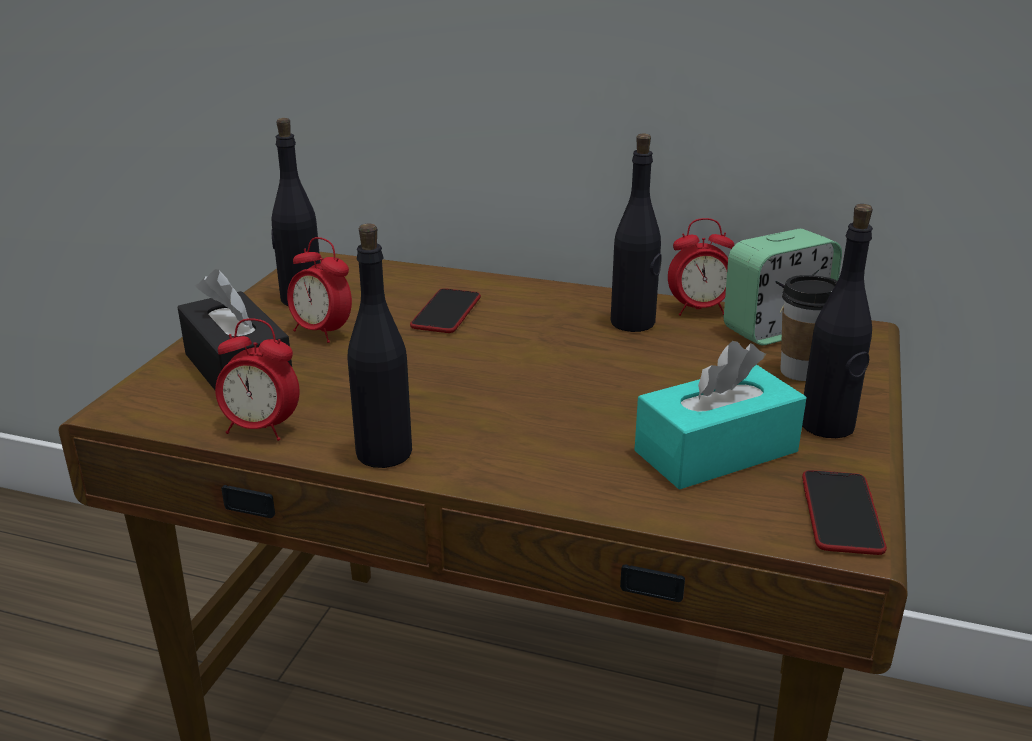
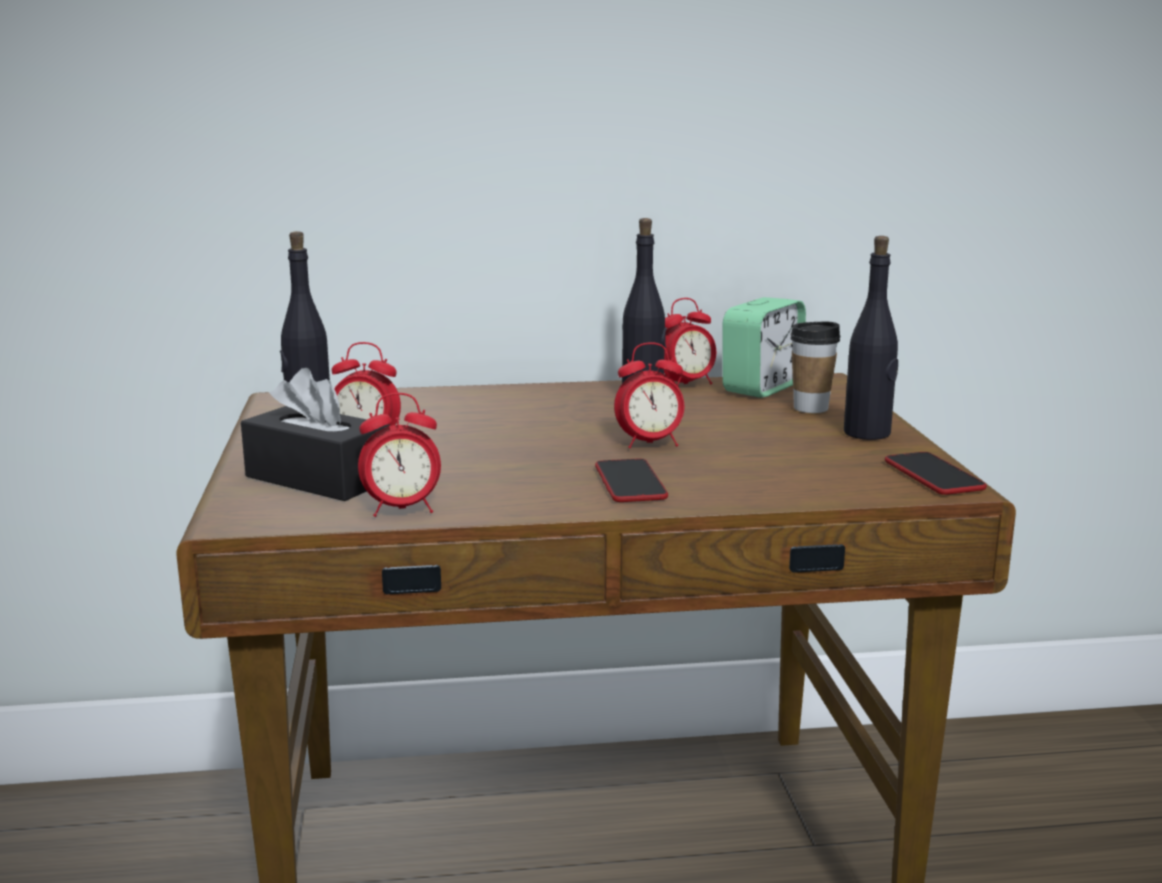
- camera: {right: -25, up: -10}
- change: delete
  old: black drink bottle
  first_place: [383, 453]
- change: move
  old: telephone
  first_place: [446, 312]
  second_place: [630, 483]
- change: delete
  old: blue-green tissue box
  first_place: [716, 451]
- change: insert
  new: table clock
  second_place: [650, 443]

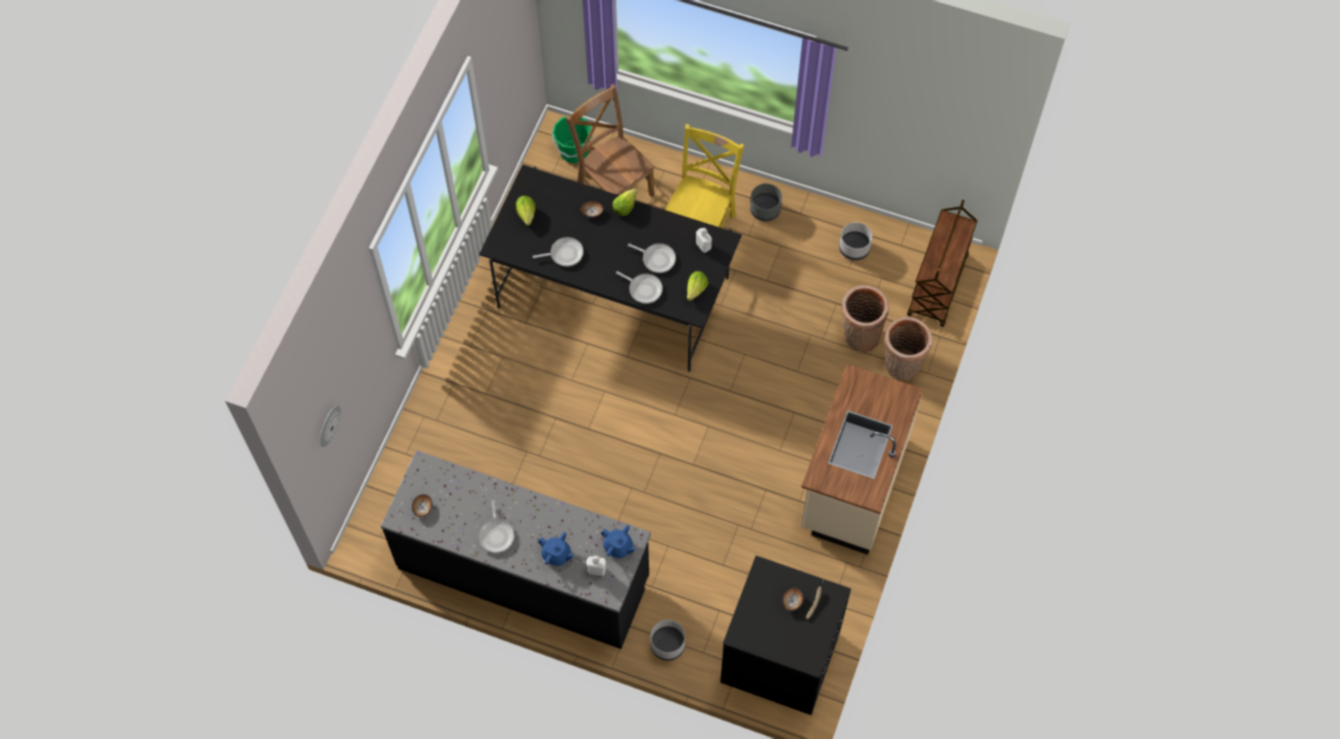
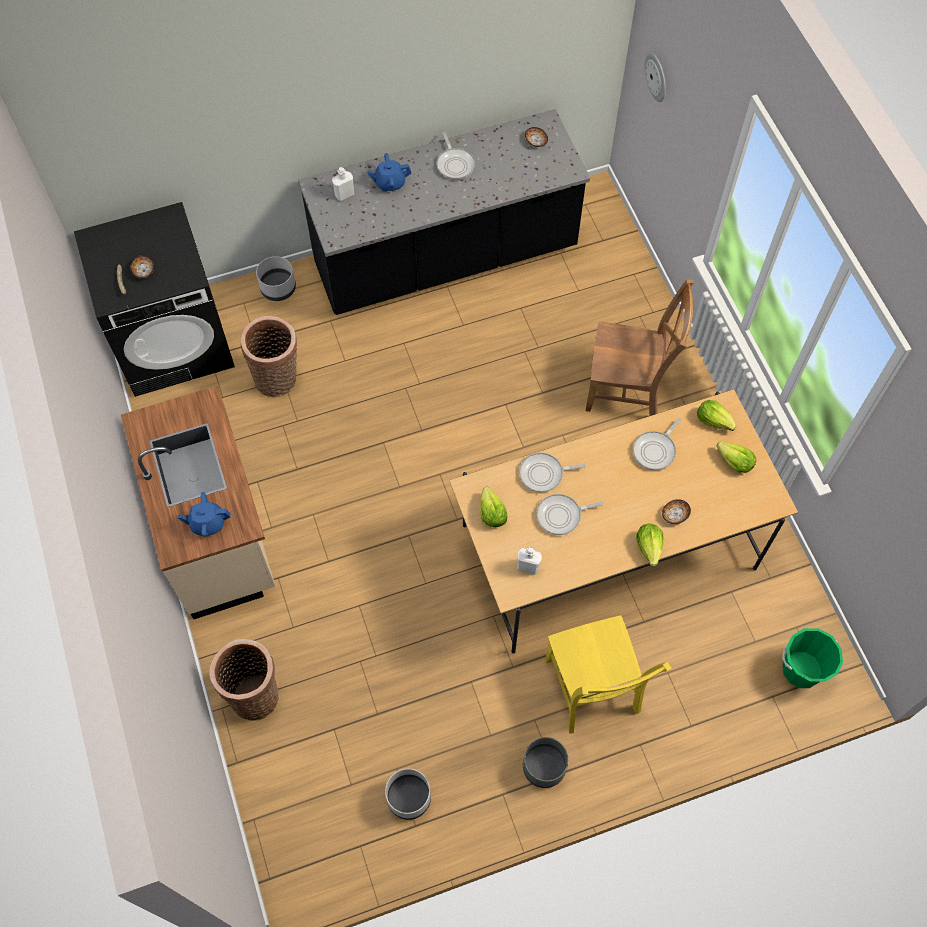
- camera: {right: 140, up: 0}
- change: move
  old: brown chair
  first_place: [613, 188]
  second_place: [628, 389]
- change: recolor
  old: black kitchen table
  new: beige kitchen table
  first_place: [613, 292]
  second_place: [608, 546]
- change: delete
  old: brown trolley
  first_place: [938, 286]
- change: move
  old: household basket
  first_place: [859, 335]
  second_place: [278, 378]
- change: rotate
  old: skillet
  first_place: [496, 534]
  second_place: [455, 164]
  degrees: -150
- change: move
  old: blue-coloured teapot
  first_place: [618, 547]
  second_place: [207, 523]
- change: insert
  new: lettuce
  second_place: [714, 420]

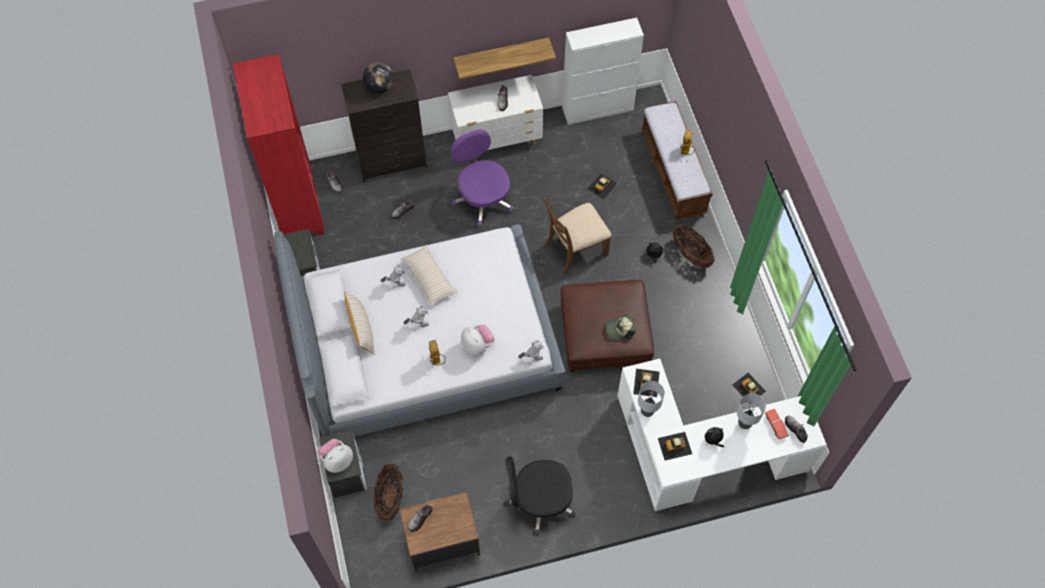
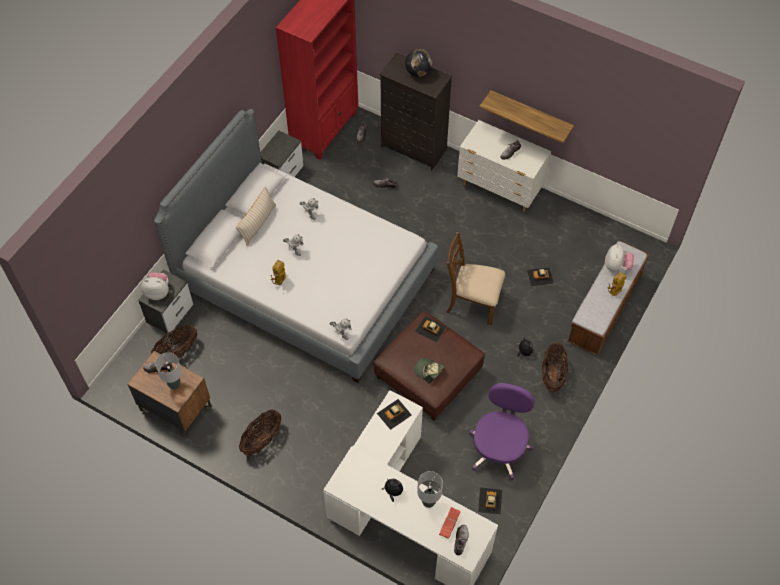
- camera: {right: 45, up: -5}
- change: delete
  old: white-coloured cabinet
  first_place: [598, 109]
- change: move
  old: purple-coloured desk chair
  first_place: [483, 198]
  second_place: [499, 448]
- change: delete
  old: beige cushion
  first_place: [429, 278]
- change: move
  old: soft toy
  first_place: [477, 345]
  second_place: [616, 266]
- change: move
  old: grey lamp for a table
  first_place: [647, 411]
  second_place: [174, 384]
- change: move
  old: model car
  first_place: [675, 446]
  second_place: [431, 329]
- change: replace
  old: black desk chair
  new: household basket
  first_place: [538, 501]
  second_place: [262, 439]

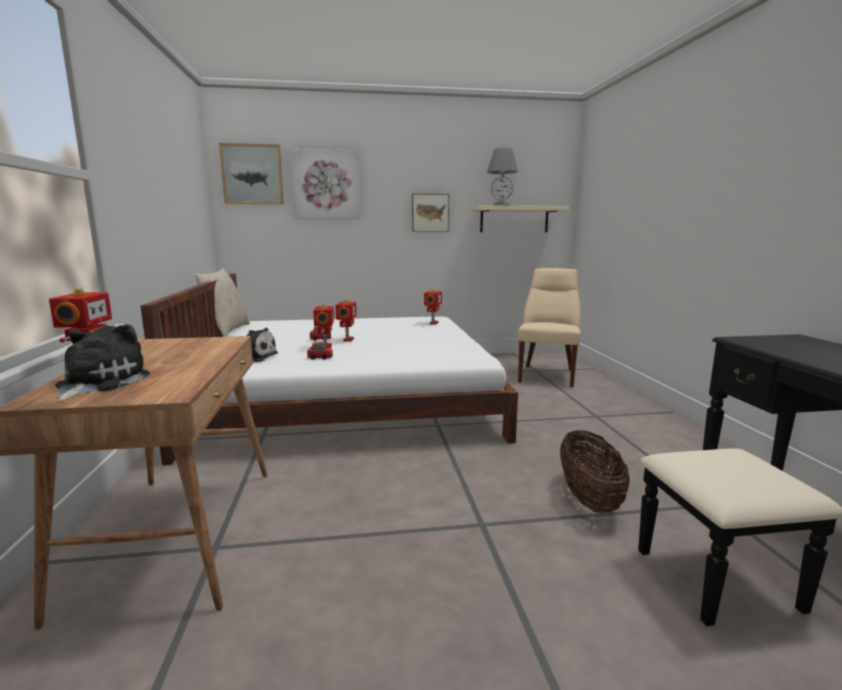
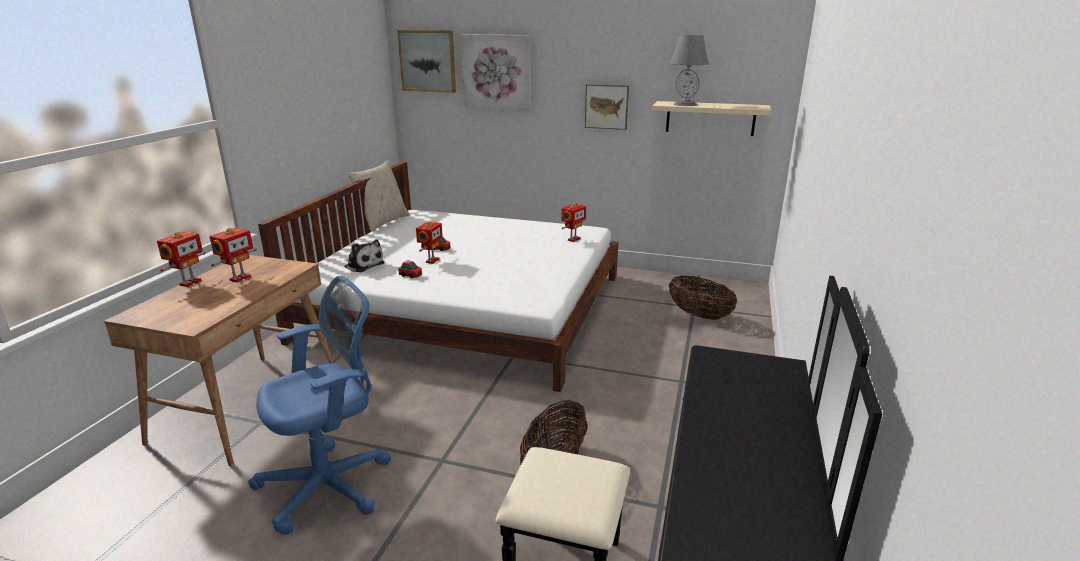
- camera: {right: 25, up: 10}
- change: replace
  old: beige chair
  new: household basket
  first_place: [547, 375]
  second_place: [699, 315]
- change: move
  old: robot figure
  first_place: [347, 339]
  second_place: [239, 278]
- change: delete
  old: soft toy
  first_place: [99, 383]
- change: insert
  new: blue-coloured desk chair
  second_place: [331, 485]

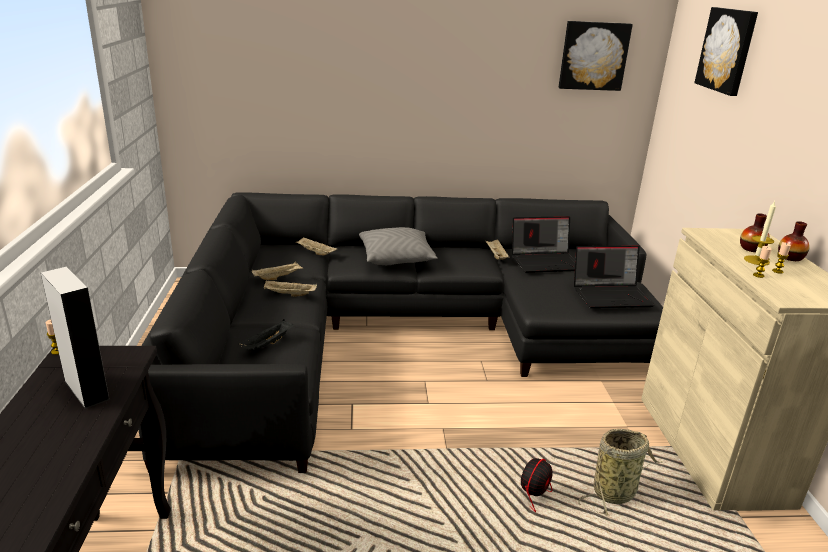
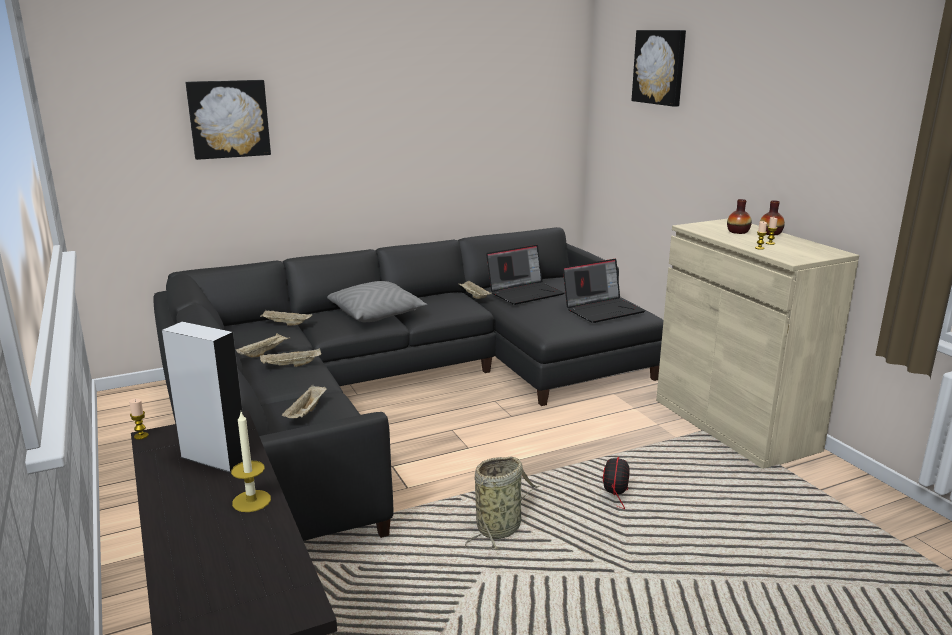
- camera: {right: -20, up: -5}
- change: move
  old: wall picture
  first_place: [593, 56]
  second_place: [228, 119]
- change: move
  old: wax candle
  first_place: [756, 260]
  second_place: [251, 501]
- change: recolor
  old: black tray
  new: beige tray
  first_place: [267, 344]
  second_place: [306, 413]
- change: move
  old: household basket
  first_place: [615, 492]
  second_place: [500, 527]

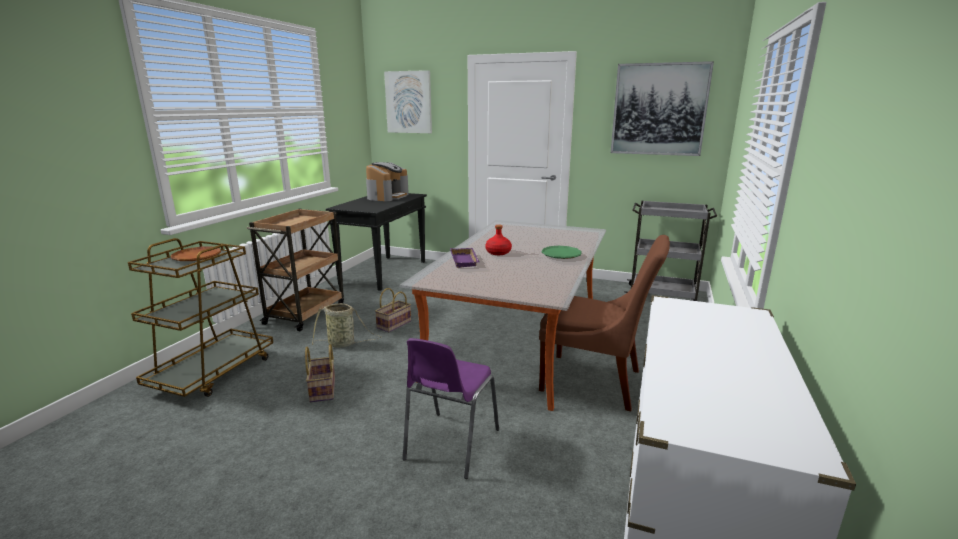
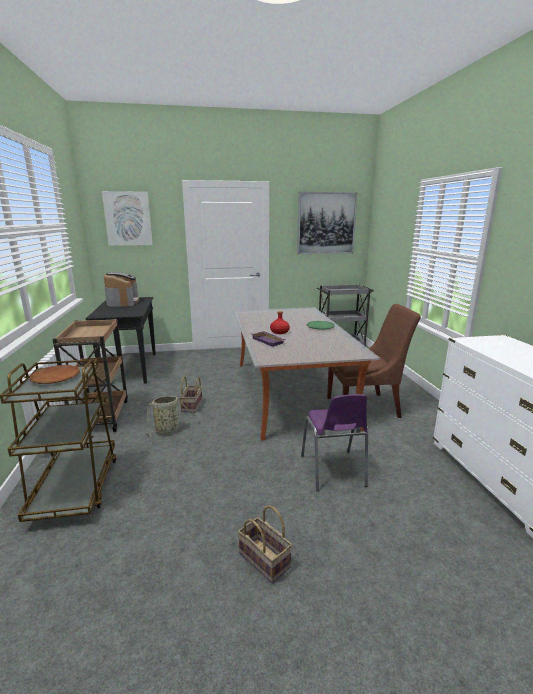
- camera: {right: -30, up: 0}
- change: move
  old: household basket
  first_place: [323, 390]
  second_place: [266, 560]

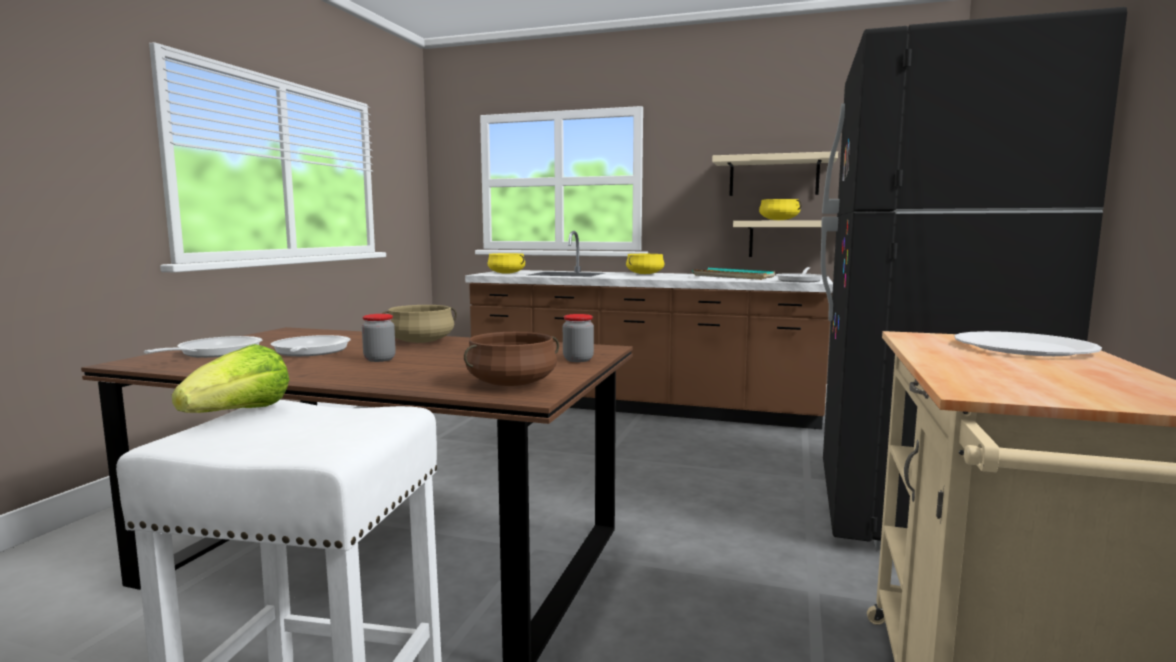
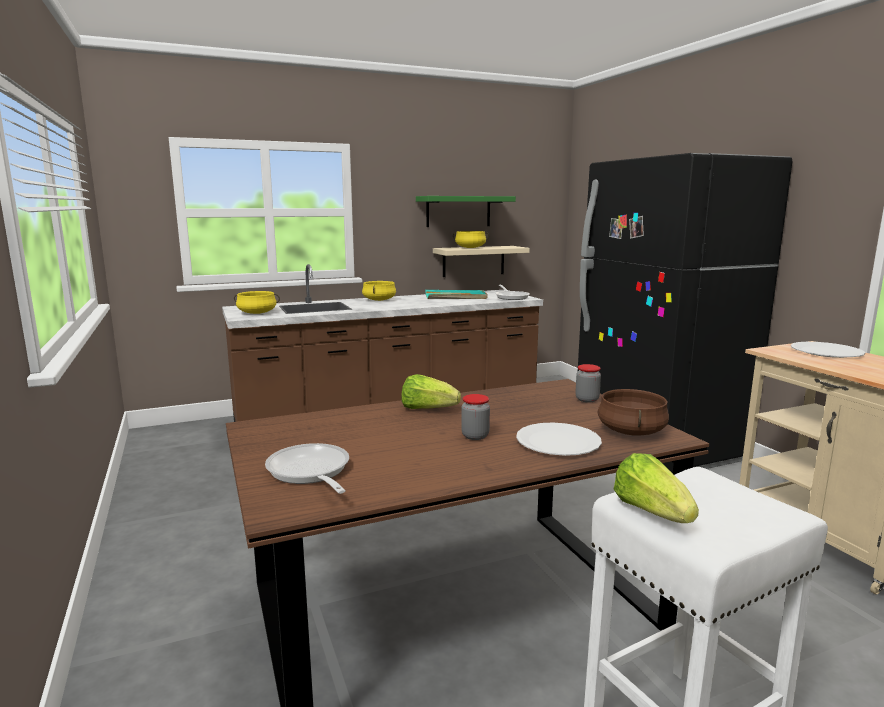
- camera: {right: -40, up: 5}
- change: recolor
  old: beige bracket shelf
  new: greenish bracket shelf
  first_place: [773, 176]
  second_place: [458, 211]
- change: replace
  old: beige stockpot
  new: lettuce
  first_place: [421, 341]
  second_place: [427, 409]
- change: delete
  old: skillet
  first_place: [309, 352]
- change: insert
  new: white-coloured plate
  second_place: [558, 442]

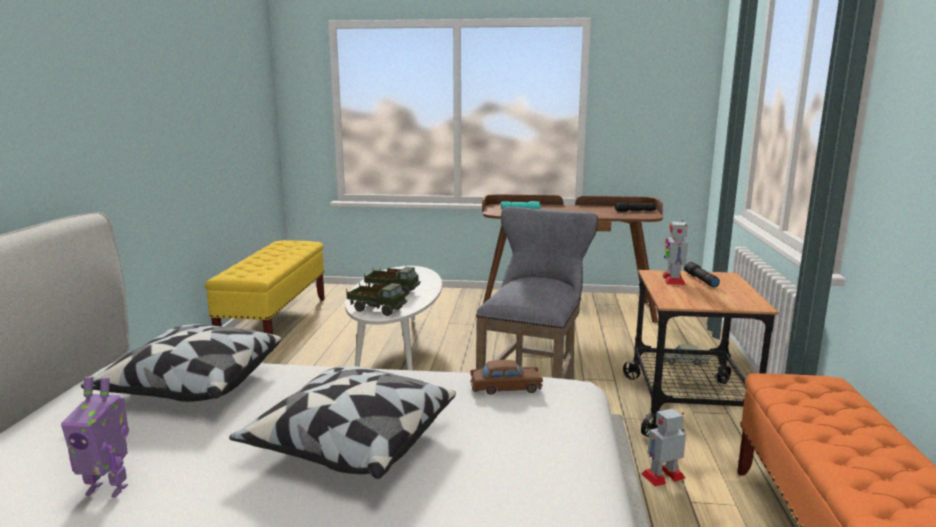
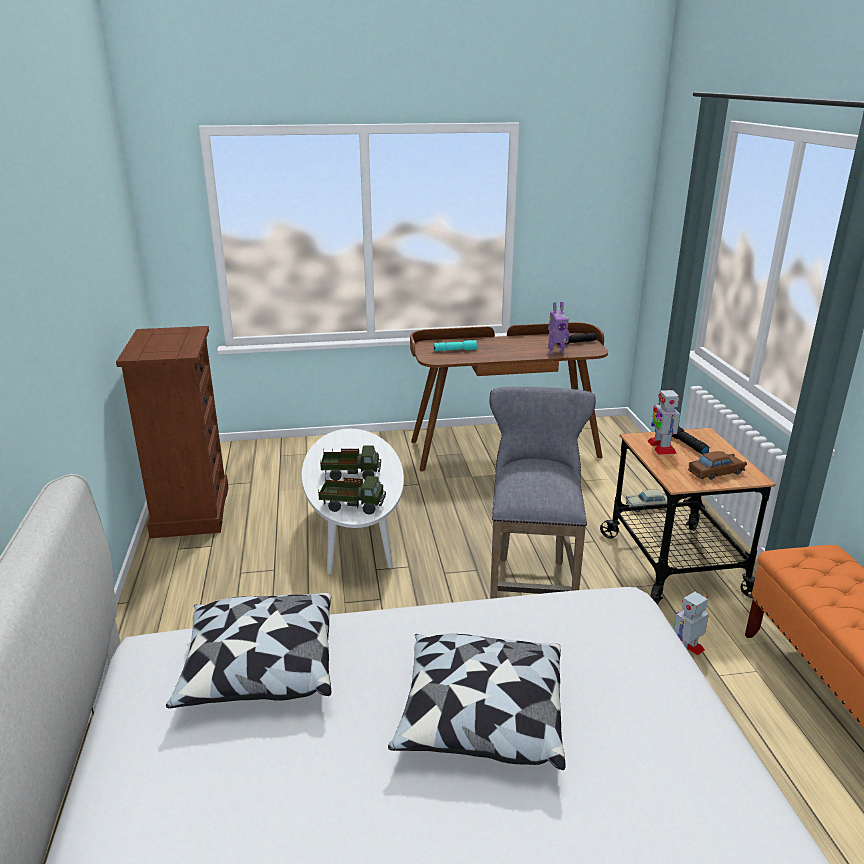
- camera: {right: -15, up: 10}
- change: replace
  old: yellowish indoor bench
  new: brown chest of drawers
  first_place: [275, 322]
  second_place: [191, 511]
- change: move
  old: brown model car
  first_place: [506, 387]
  second_place: [715, 472]
- change: move
  old: robot figure
  first_place: [108, 488]
  second_place: [555, 352]

